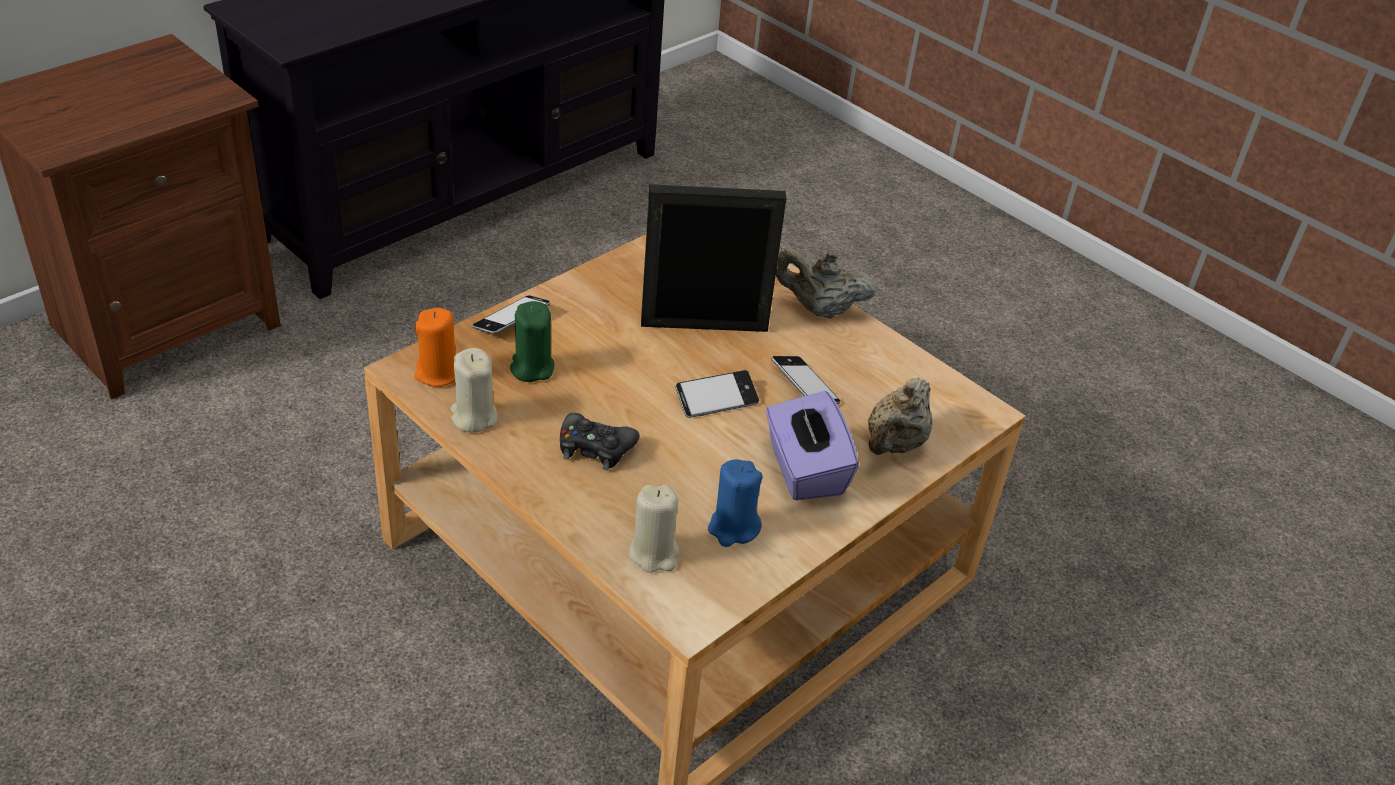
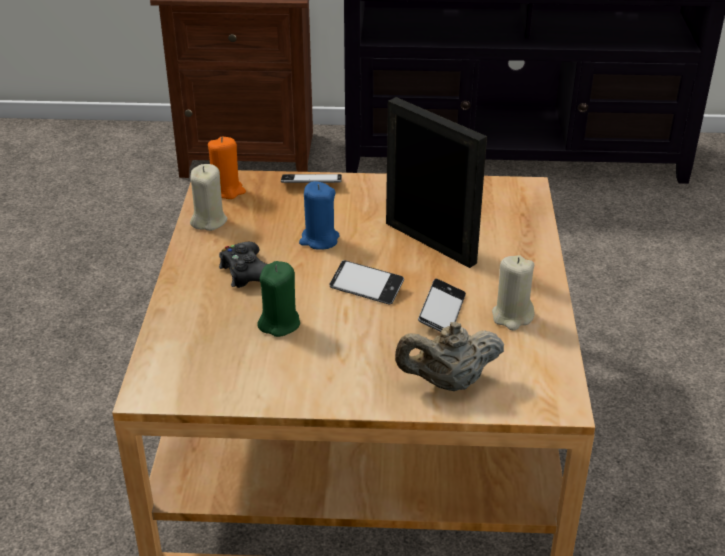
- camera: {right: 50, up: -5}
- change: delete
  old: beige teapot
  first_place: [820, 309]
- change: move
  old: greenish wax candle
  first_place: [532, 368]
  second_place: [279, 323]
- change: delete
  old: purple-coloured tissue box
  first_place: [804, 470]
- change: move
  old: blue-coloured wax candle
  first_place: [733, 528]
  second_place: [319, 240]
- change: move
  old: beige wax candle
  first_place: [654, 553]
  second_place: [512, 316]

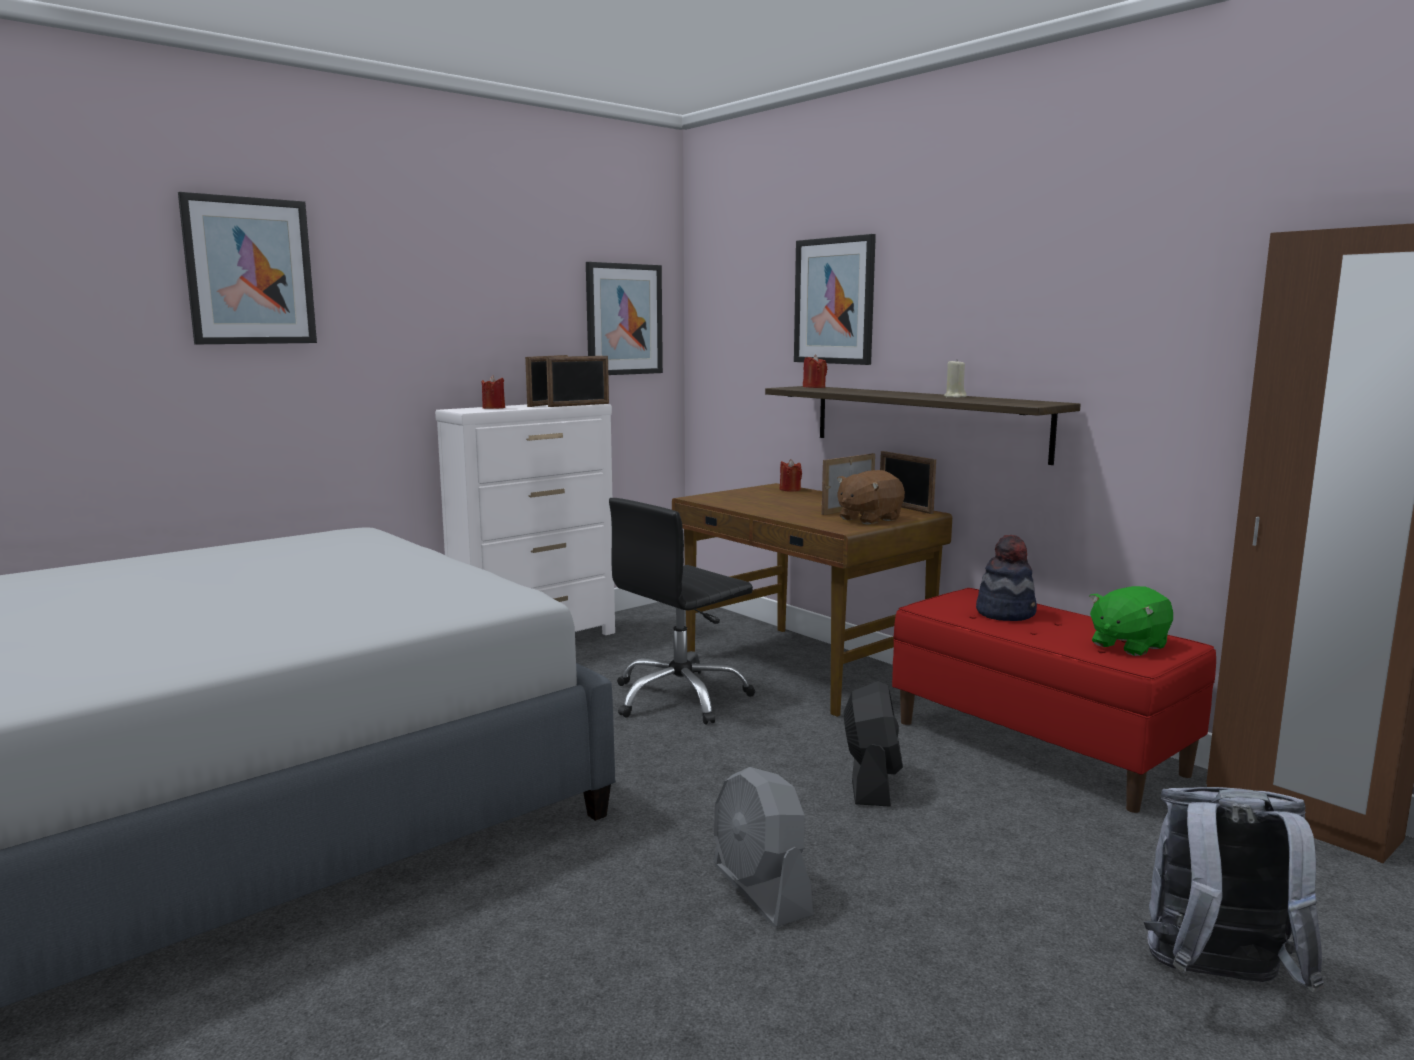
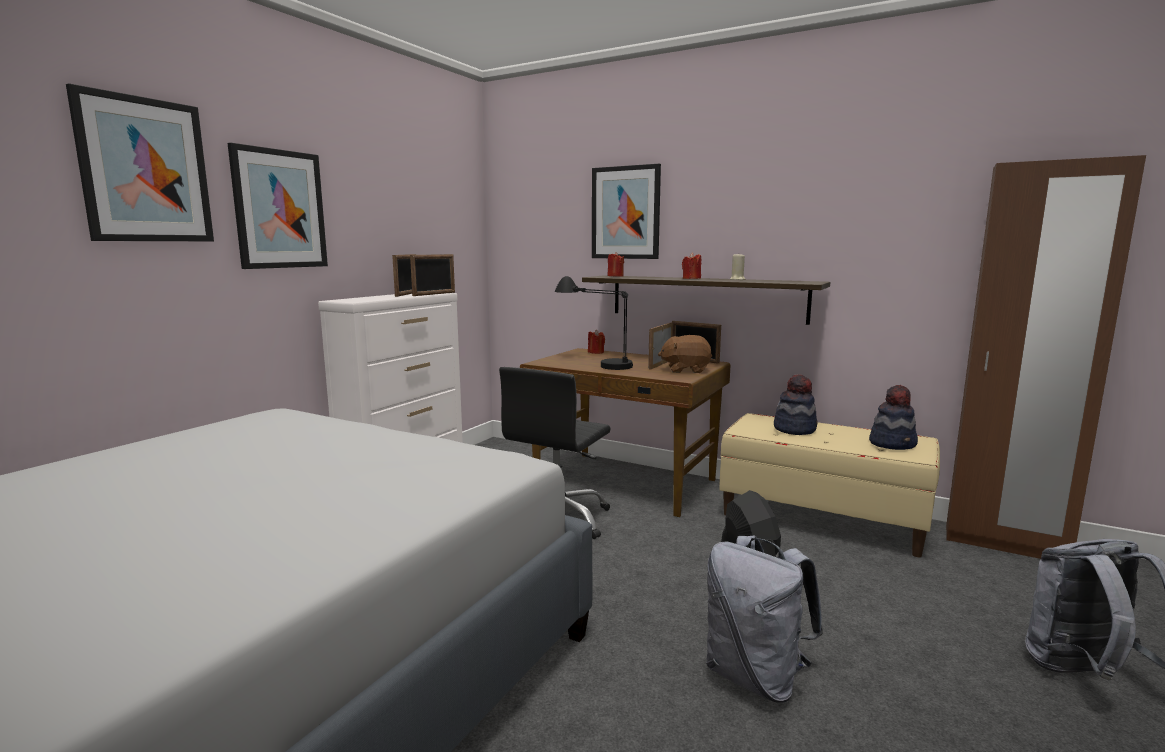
- camera: {right: -20, up: 0}
- change: move
  old: wall picture
  first_place: [624, 319]
  second_place: [279, 209]
- change: move
  old: red-coloured wax candle
  first_place: [493, 408]
  second_place: [691, 278]
- change: rotate
  old: brown soft toy
  first_place: [868, 519]
  second_place: [685, 370]
  degrees: 60
- change: replace
  old: greenish soft toy
  new: hat
  first_place: [1127, 645]
  second_place: [893, 444]
- change: recolor
  old: red-coloured indoor bench
  new: beige indoor bench
  first_place: [1038, 747]
  second_place: [822, 519]
- change: replace
  old: grey electric fan
  new: grey rucksack
  first_place: [761, 890]
  second_place: [755, 677]
- change: insert
  new: black lamp for a table
  second_place: [594, 363]

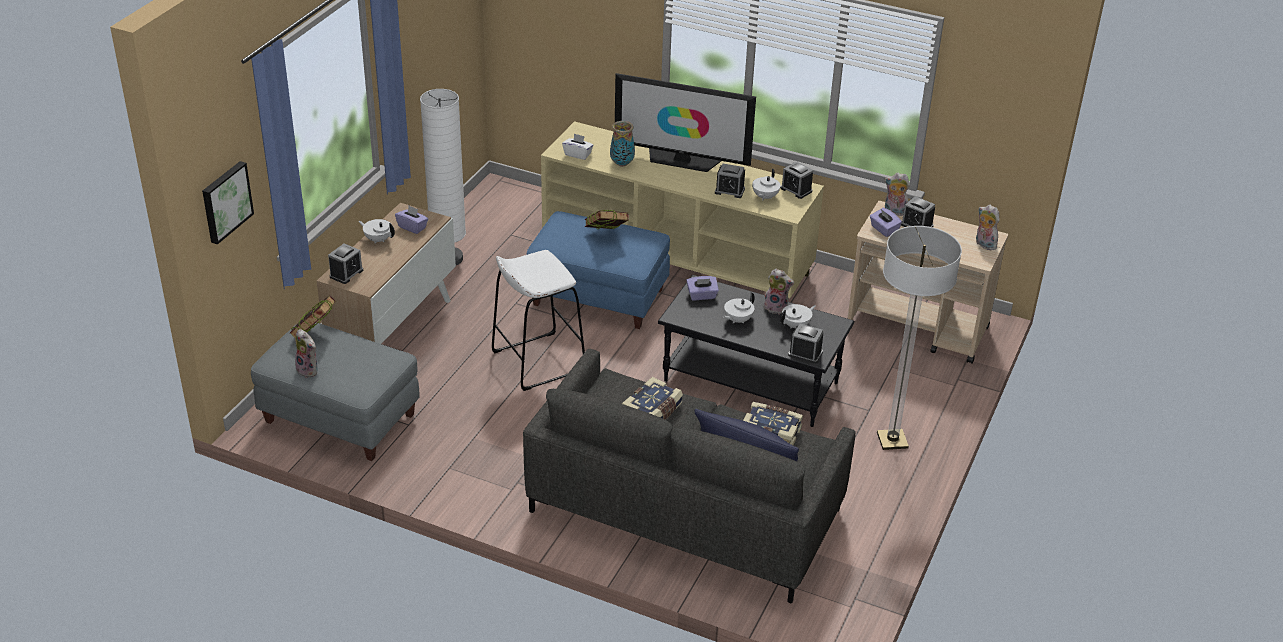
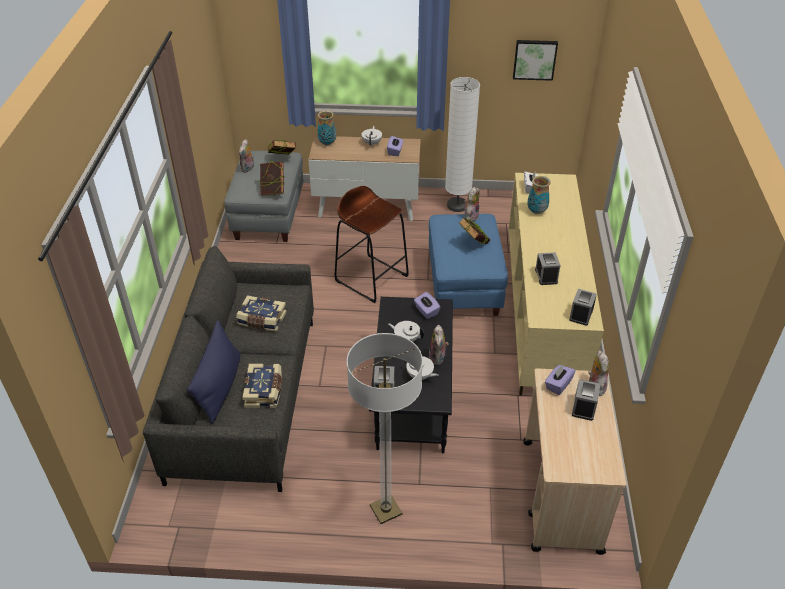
- camera: {right: 70, up: 5}
- change: delete
  old: television
  first_place: [682, 160]
- change: move
  old: wall picture
  first_place: [225, 201]
  second_place: [534, 59]
- change: delete
  old: white-coloured teapot
  first_place: [764, 197]
- change: move
  old: soft toy
  first_place: [984, 244]
  second_place: [470, 216]
- change: replace
  old: table clock
  new: vase
  first_place: [346, 273]
  second_place: [327, 143]
- change: recolor
  old: white-coloured stool
  new: brown stool
  first_place: [538, 361]
  second_place: [371, 278]
- change: insert
  new: volume
  second_place: [273, 191]

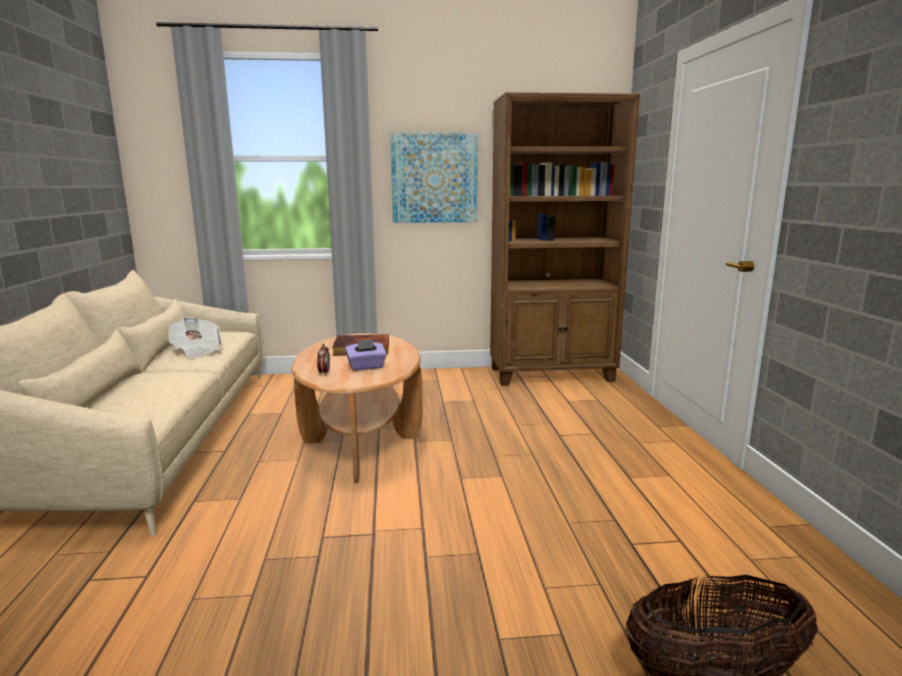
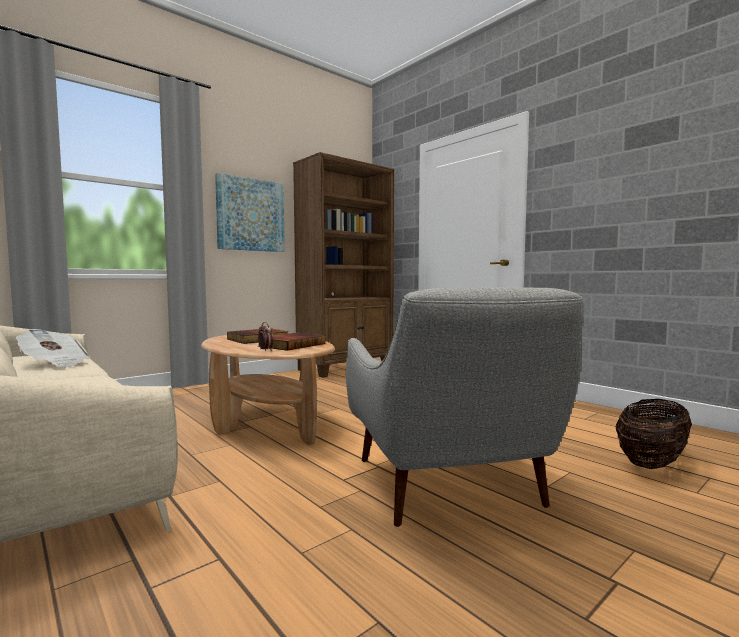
- camera: {right: -35, up: -10}
- change: replace
  old: purple-coloured tissue box
  new: volume
  first_place: [366, 367]
  second_place: [291, 345]
- change: insert
  new: grey armchair
  second_place: [449, 486]

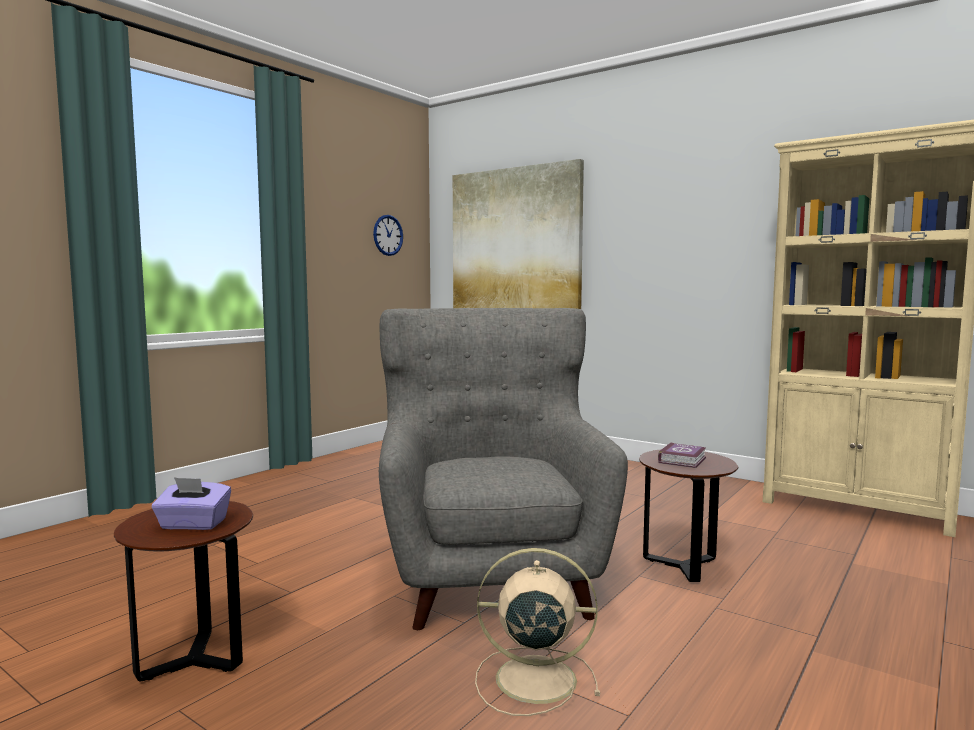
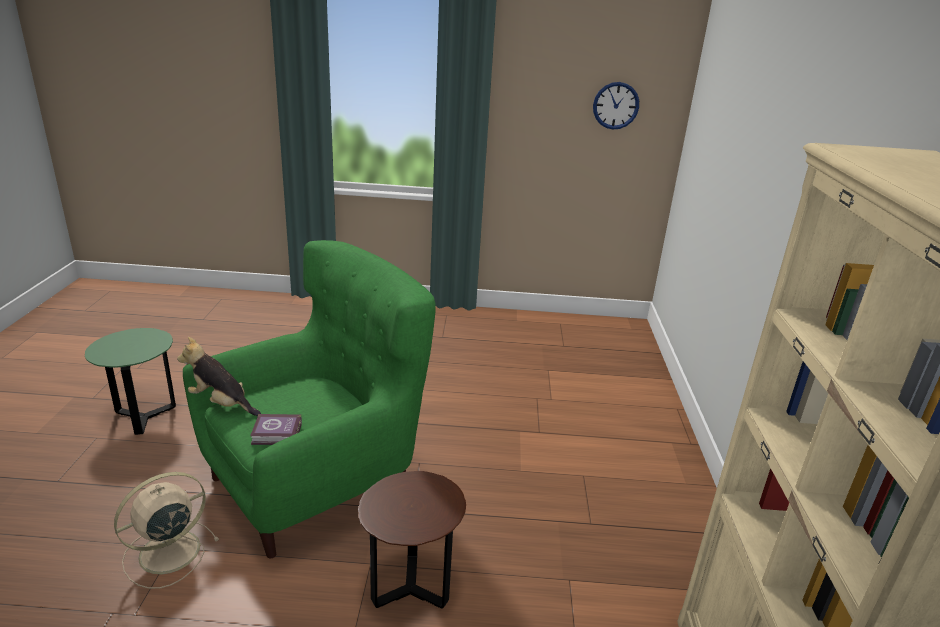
- camera: {right: 55, up: 20}
- change: delete
  old: wall picture
  first_place: [515, 245]
- change: recolor
  old: grey armchair
  new: greenish armchair
  first_place: [491, 575]
  second_place: [317, 480]
- change: move
  old: volume
  first_place: [683, 460]
  second_place: [278, 434]
- change: delete
  old: purple-coloured tissue box
  first_place: [193, 524]
- change: recolor
  old: brown side table
  new: greenish side table
  first_place: [194, 661]
  second_place: [144, 418]
- change: rotate
  old: beige electric fan
  first_place: [532, 679]
  second_place: [167, 553]
  degrees: -105
- change: insert
  new: soft toy
  second_place: [221, 403]

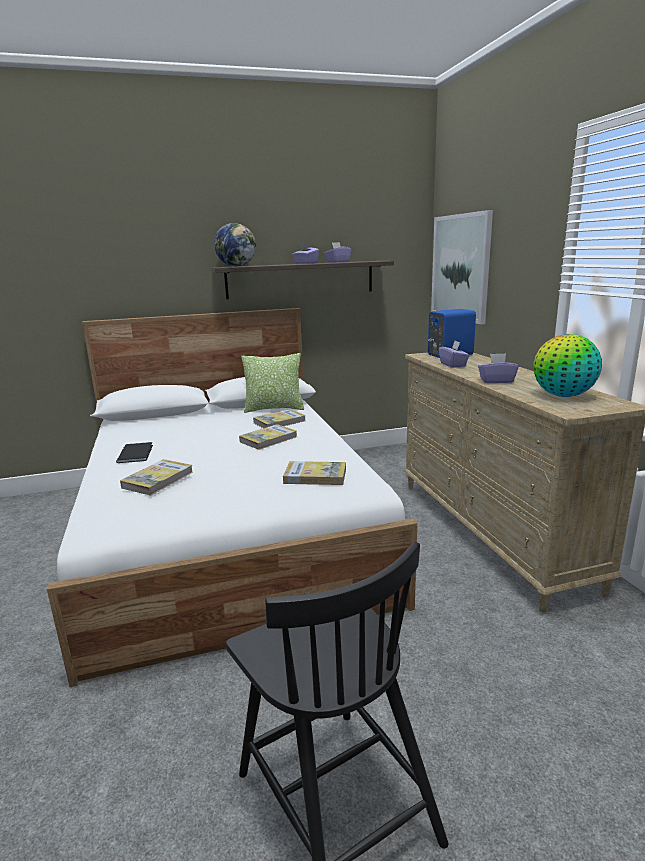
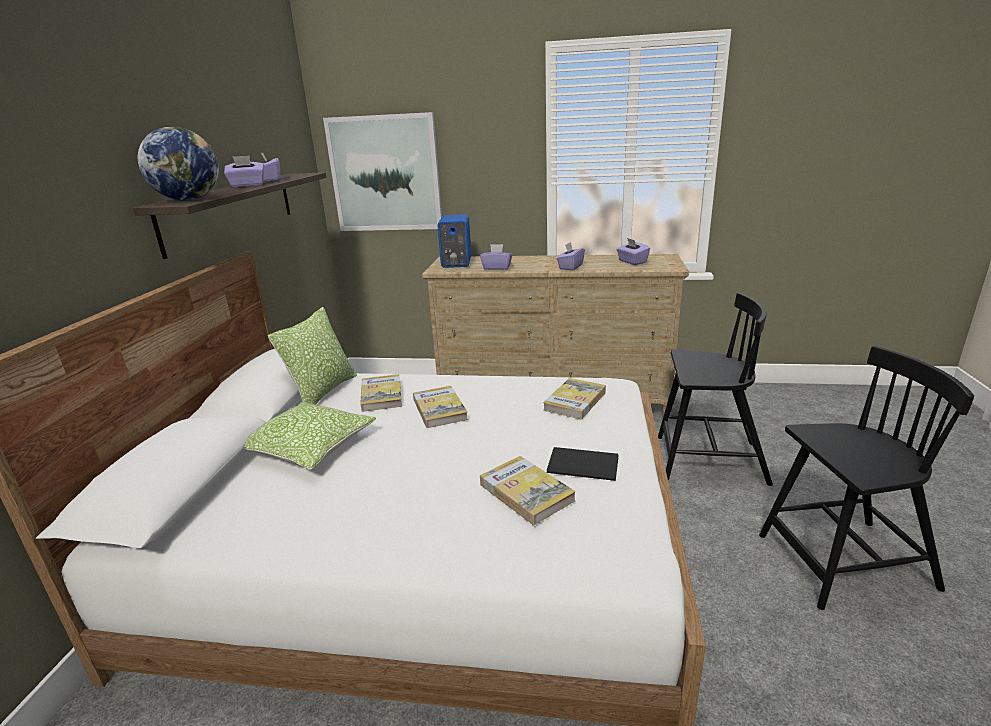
- camera: {right: -65, up: 5}
- change: replace
  old: desk globe
  new: purple-coloured tissue box
  first_place: [563, 396]
  second_place: [632, 262]
- change: move
  old: black volume
  first_place: [137, 453]
  second_place: [581, 464]
- change: insert
  new: black chair
  second_place: [708, 460]
- change: insert
  new: cushion
  second_place: [309, 447]

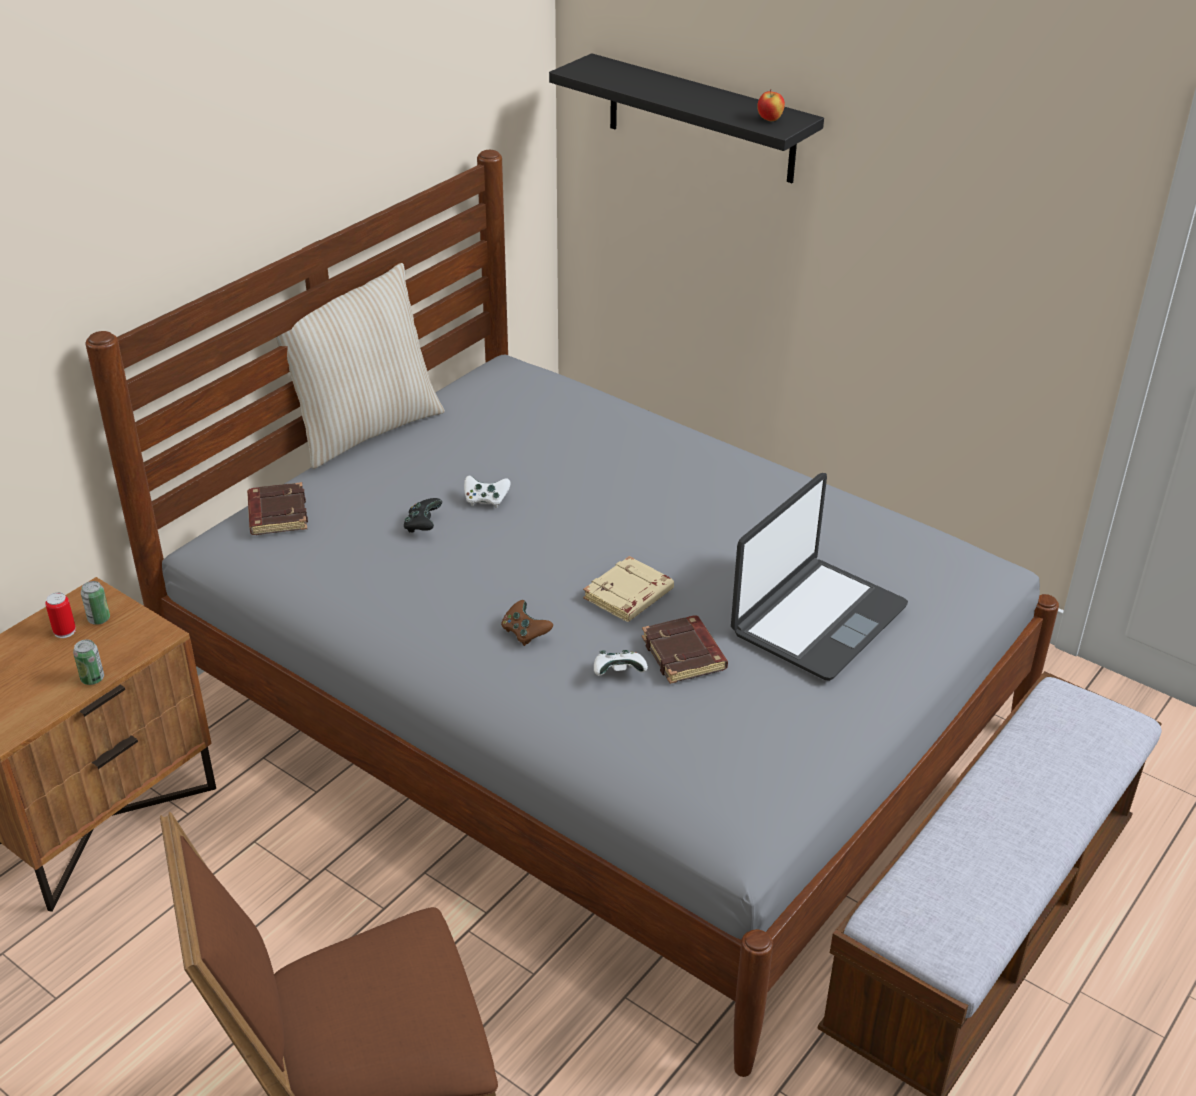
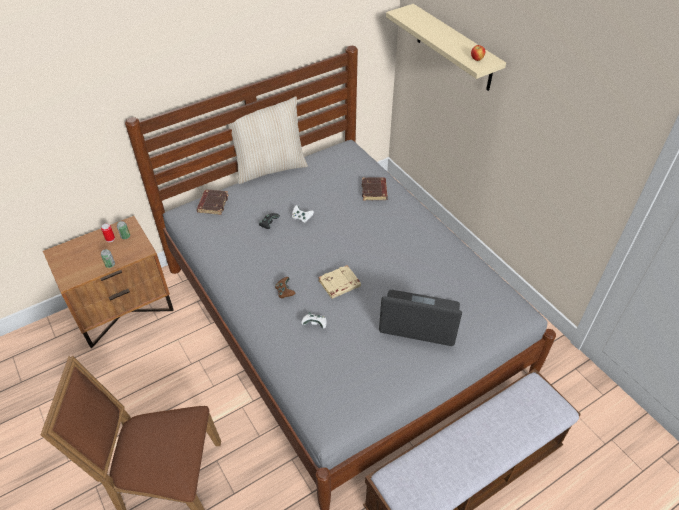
- camera: {right: 20, up: 10}
- change: recolor
  old: black bracket shelf
  new: beige bracket shelf
  first_place: [701, 119]
  second_place: [454, 48]
- change: rotate
  old: notebook computer
  first_place: [817, 619]
  second_place: [419, 320]
  degrees: -135
- change: move
  old: brown volume
  first_place: [685, 655]
  second_place: [374, 191]

